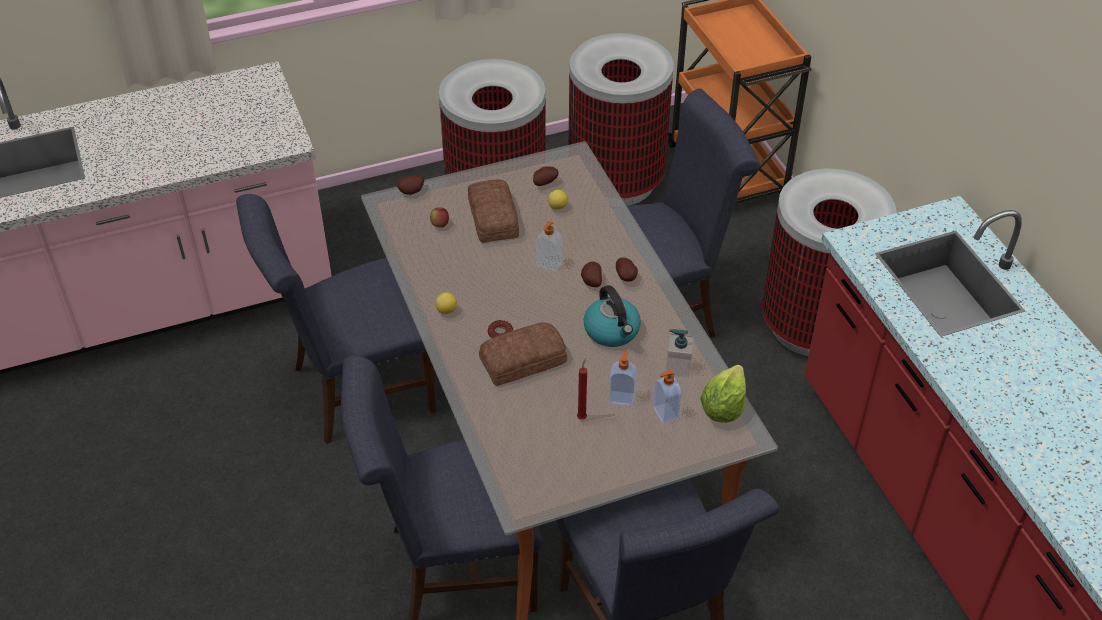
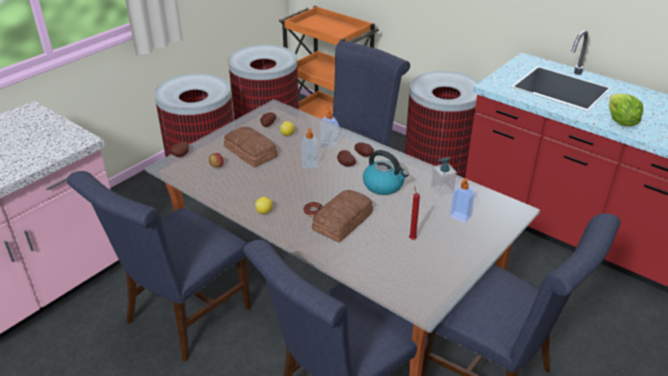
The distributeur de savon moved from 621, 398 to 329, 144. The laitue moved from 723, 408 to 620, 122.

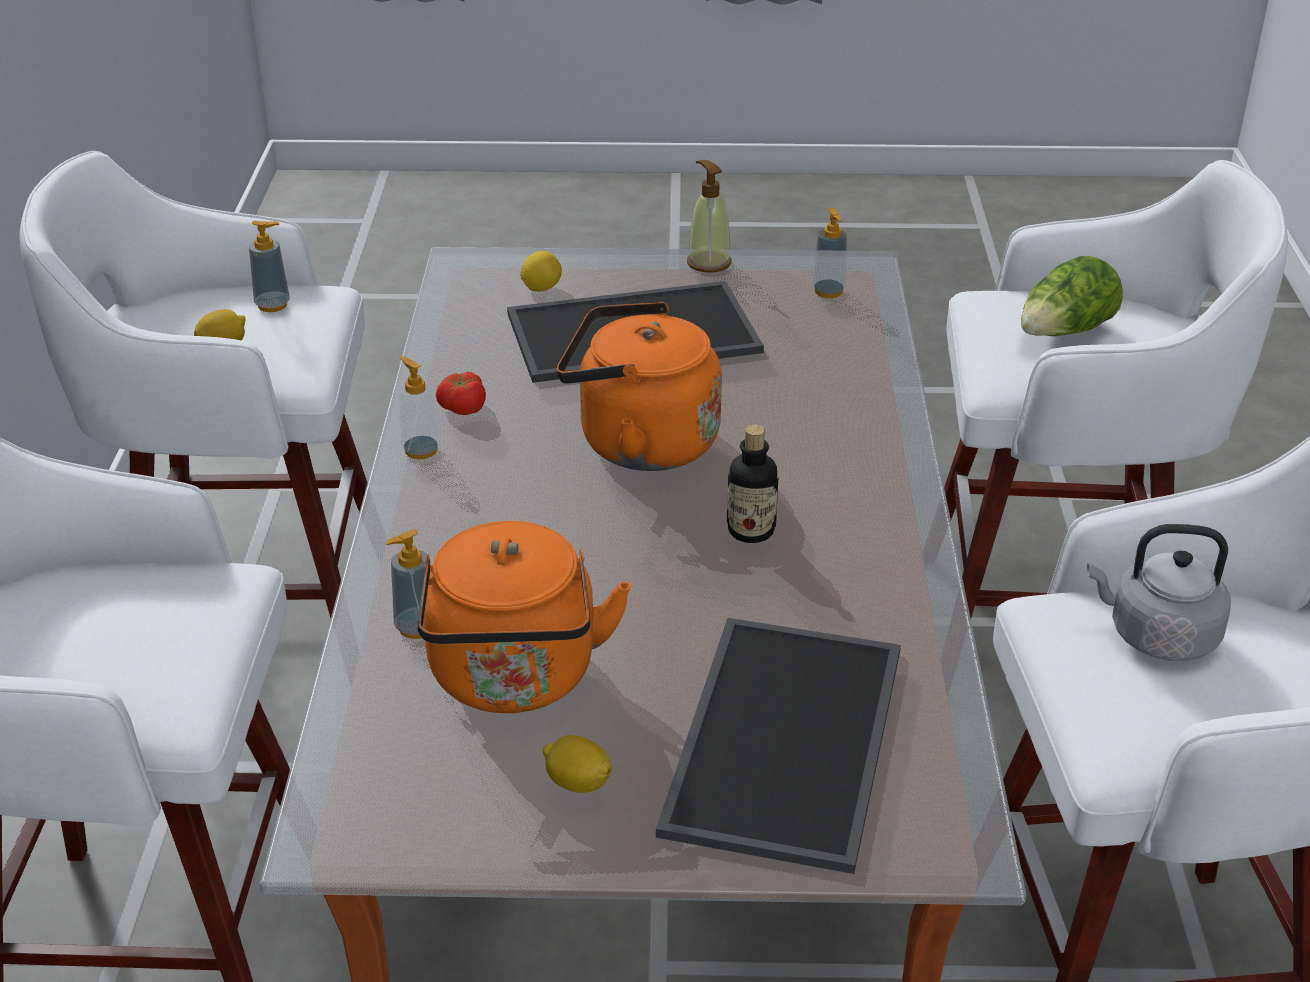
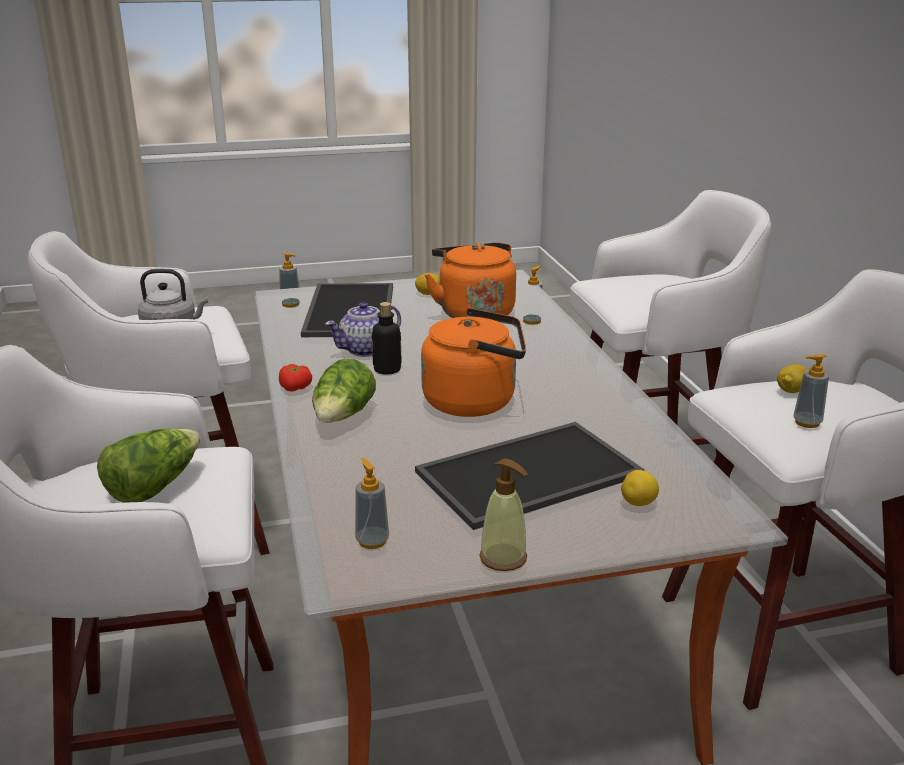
The distributeur de savon moved from 421, 450 to 290, 304. The tomate moved from 461, 408 to 296, 388. The théière at 366, 350 appeared. The laitue at 343, 417 appeared.

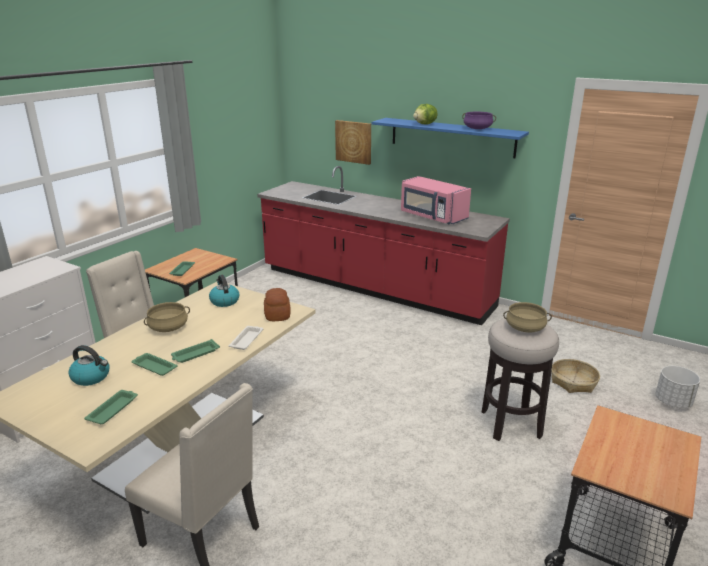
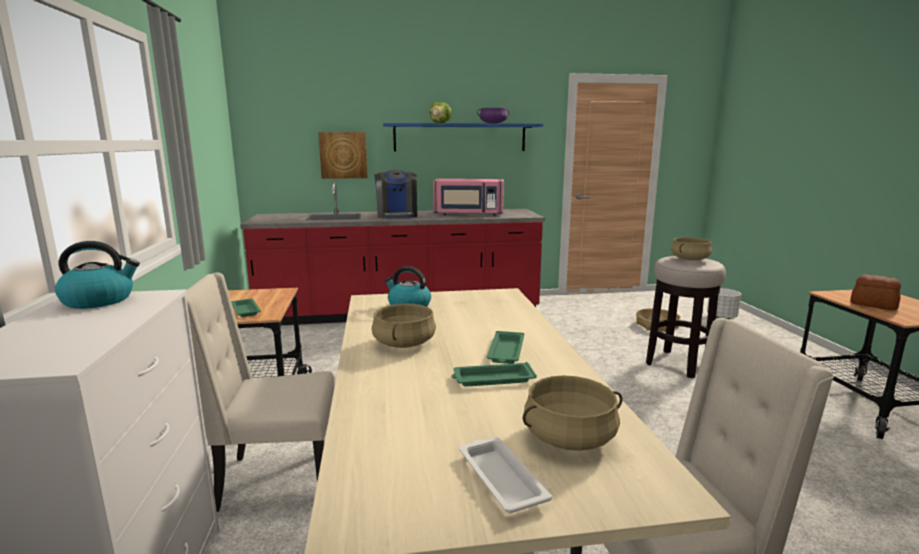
The pain moved from 278, 314 to 872, 305. The plateau (blanc) moved from 247, 340 to 500, 478. The bouilloire moved from 91, 377 to 100, 300. The plateau (vert) at 113, 409 was replaced by the marmite (beige) at 569, 438. The machine à café at 397, 216 appeared.

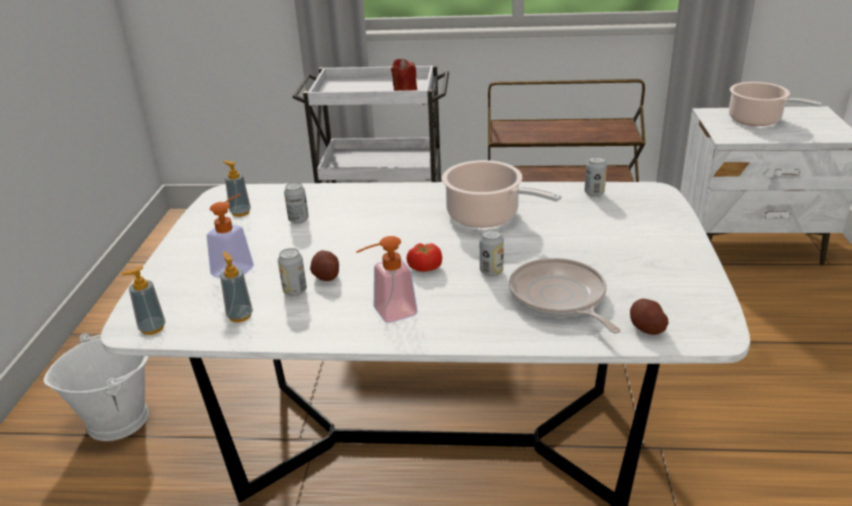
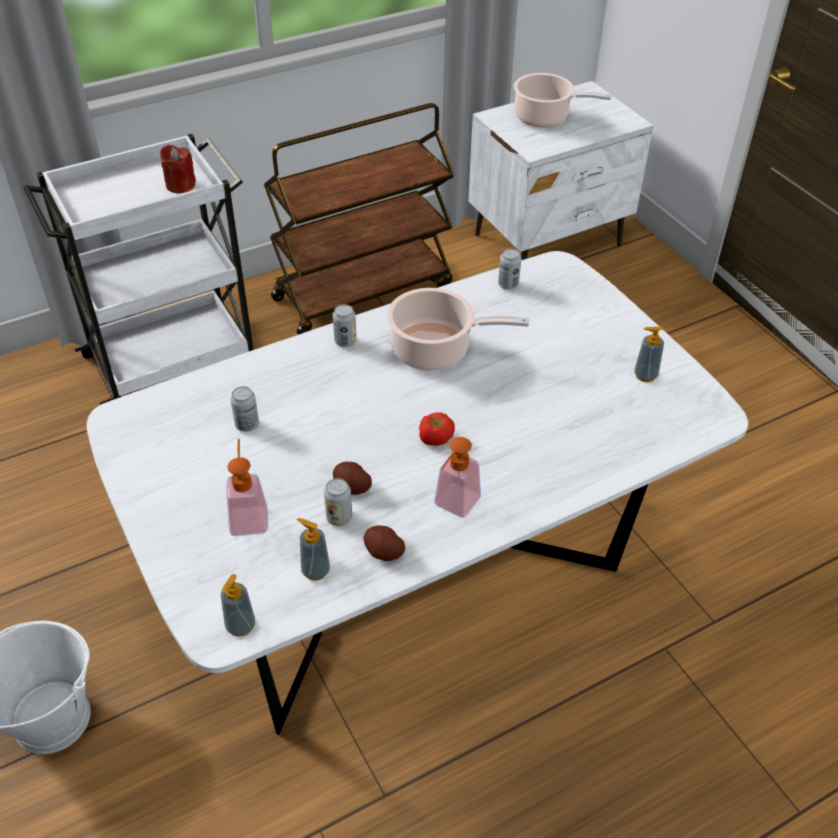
The distributeur de savon moved from 240, 212 to 645, 375. The boîte métallique moved from 491, 271 to 345, 341. The poêle at 559, 298 disappeared. The pomme de terre moved from 646, 328 to 384, 552.

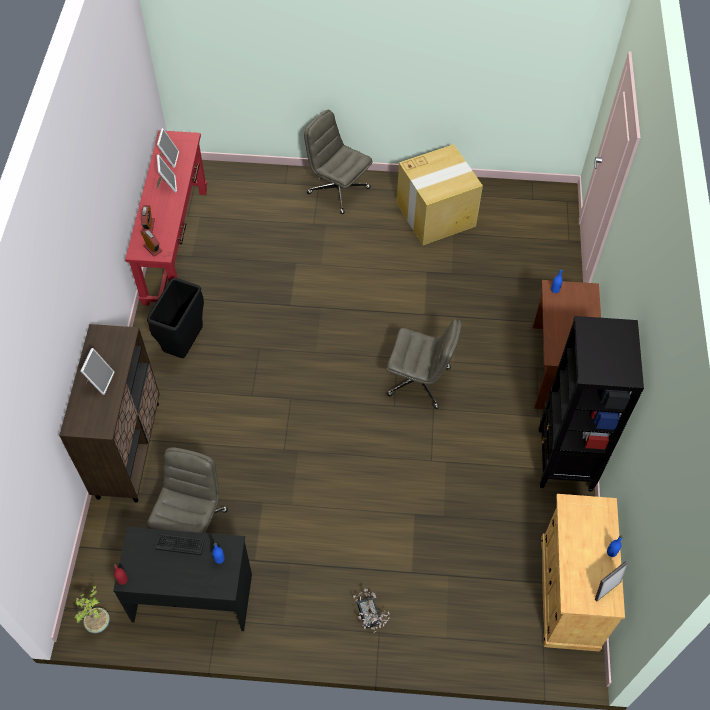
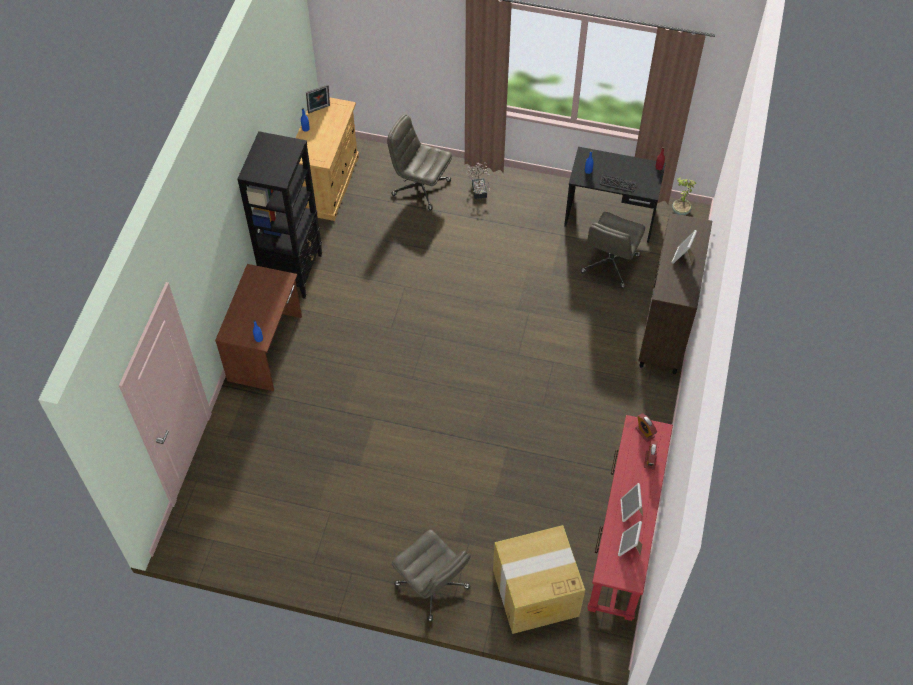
The carton moved from 436, 214 to 534, 593. The poubelle (noir) at 184, 345 disappeared. The chaise de bureau (gris) moved from 420, 381 to 420, 187.

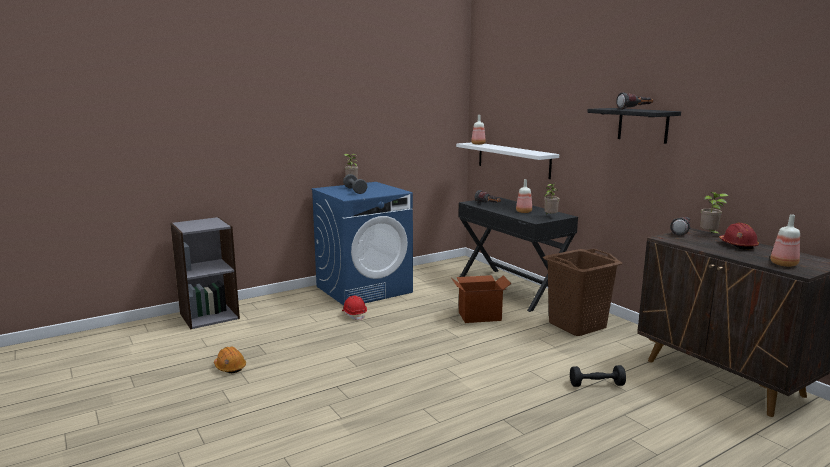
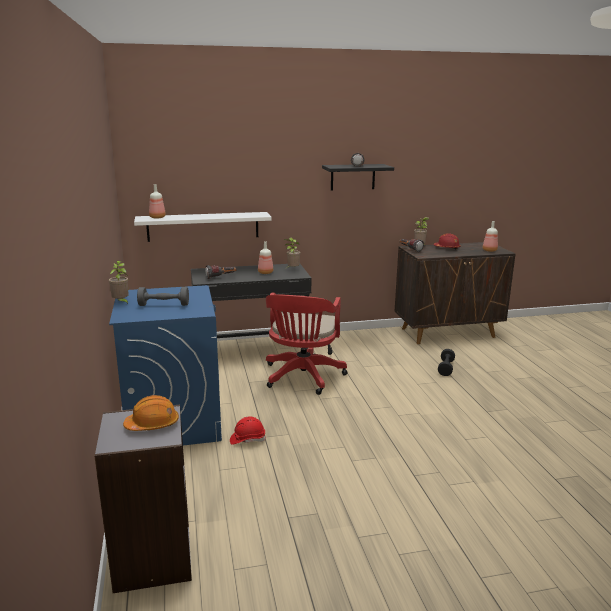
The panier à linge (marron) at 577, 325 disappeared. The carton at 479, 316 was replaced by the chaise de bureau (rouge) at 302, 378. The casque de chantier (orange) moved from 230, 367 to 152, 424.

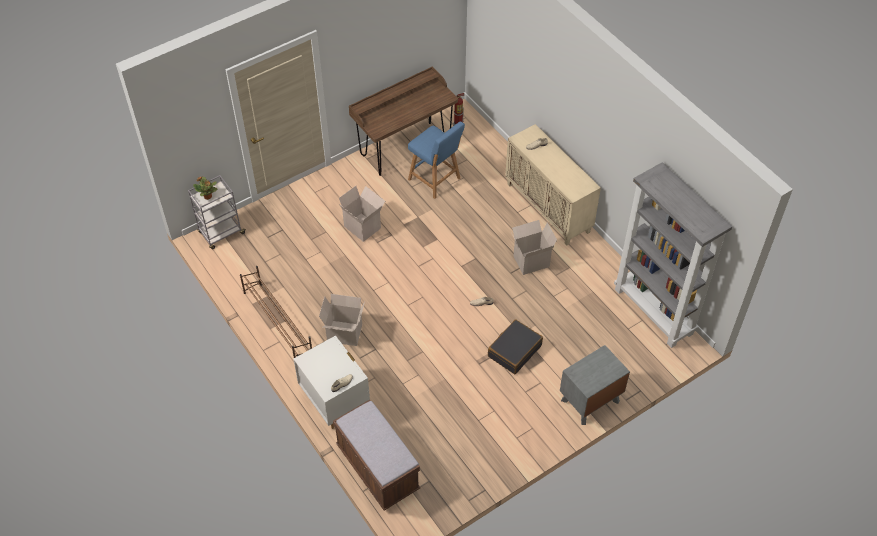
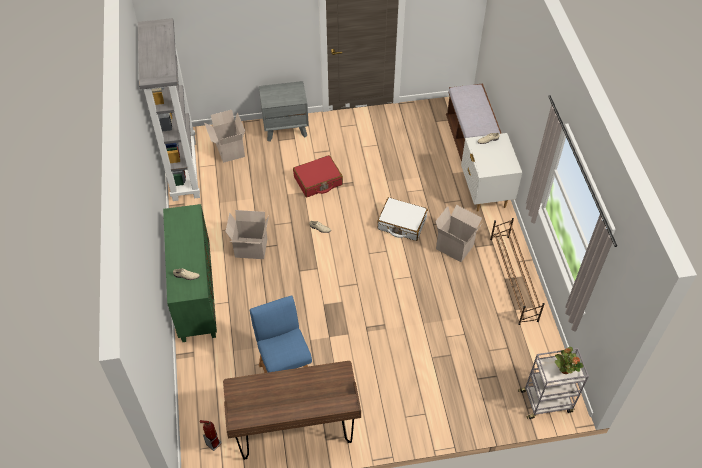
The meuble de rangement (beige) at 549, 208 became the meuble de rangement (vert) at 195, 294. The carton moved from 363, 227 to 229, 150. The valise (noir) at 514, 351 became the valise (rouge) at 318, 181. The valise (blanc) at 401, 224 appeared.

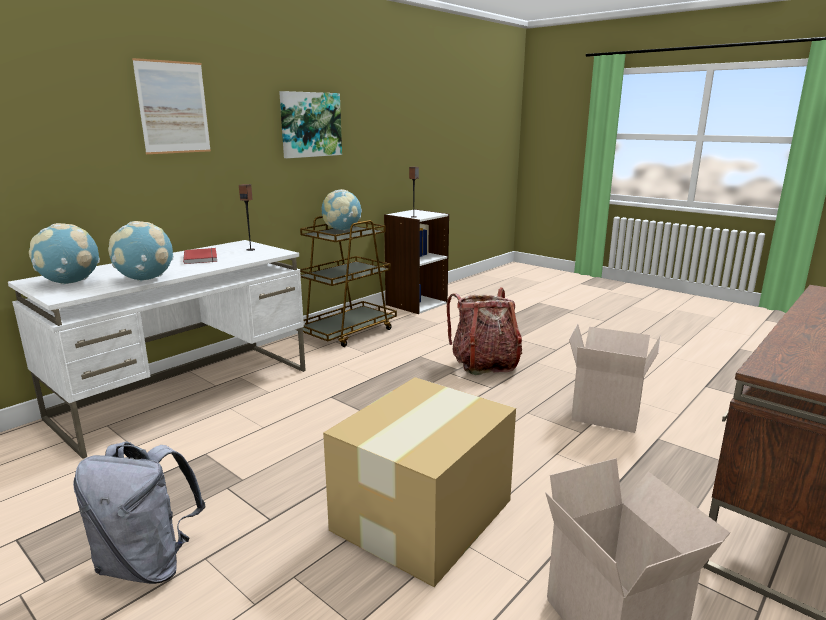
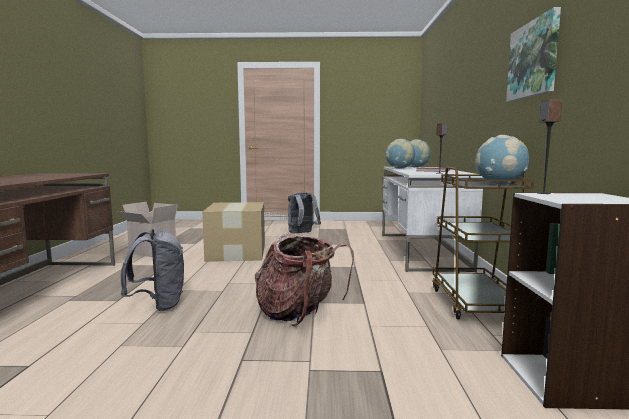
The tableau at 173, 107 disappeared. The carton at 607, 413 was replaced by the sac à dos (gris) at 158, 305.

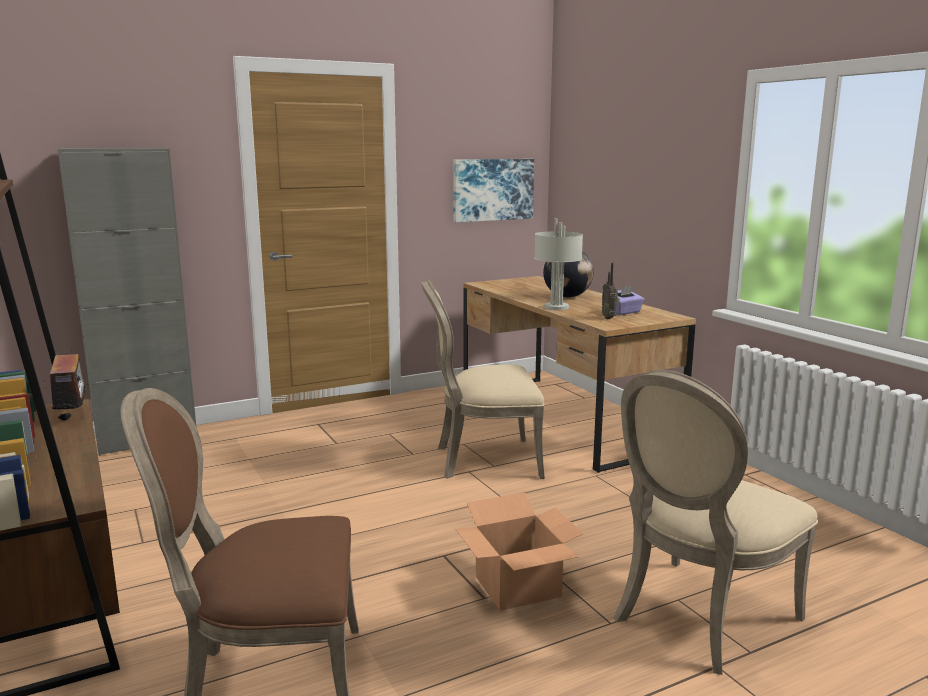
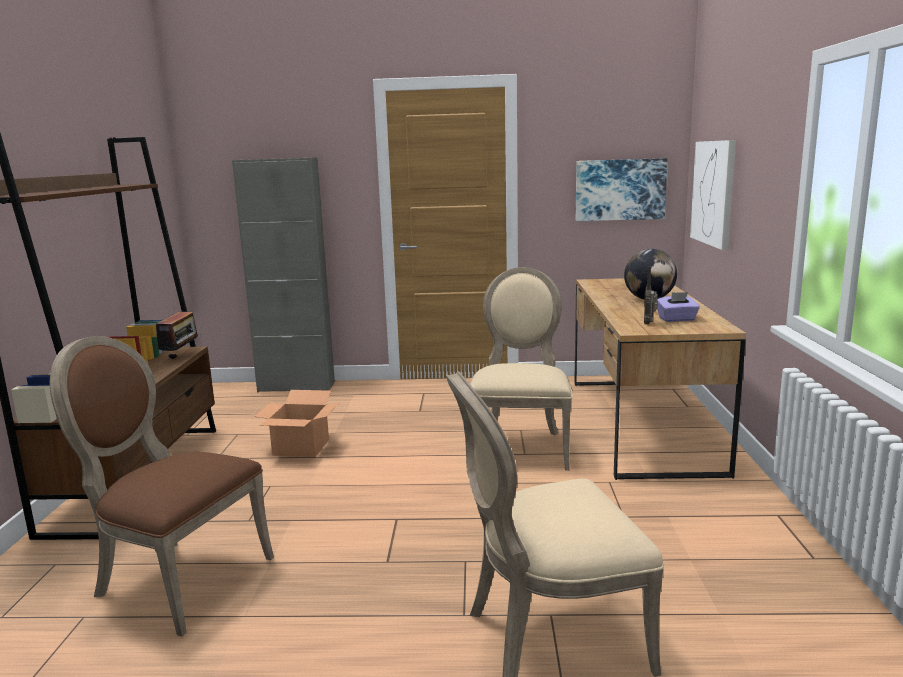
The lampe de table (gris) at 556, 307 disappeared. The chaise (beige) at 483, 460 turned 75 degrees clockwise. The carton moved from 518, 586 to 302, 447. The tableau at 714, 192 appeared.

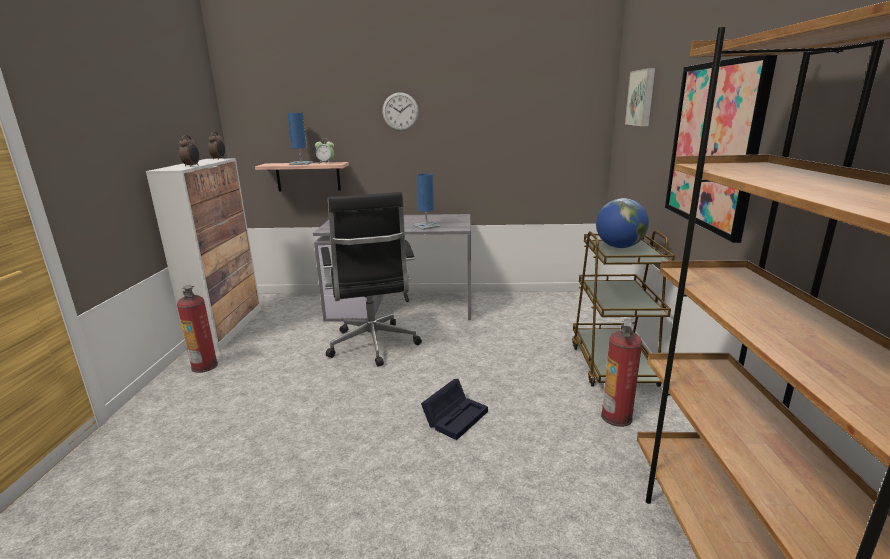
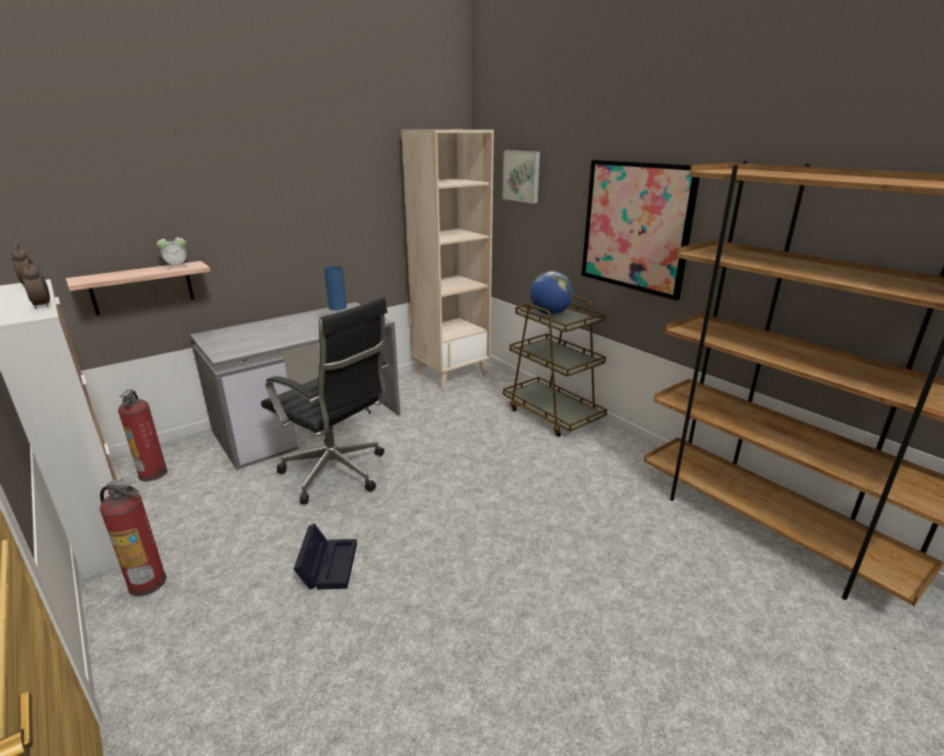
The horloge murale at 400, 111 disappeared. The lampe de table (bleu) at 301, 163 disappeared. The extincteur moved from 617, 417 to 153, 473. The boîte de rangement (noir) moved from 456, 416 to 328, 564. The bibliothèque (beige) at 451, 373 appeared.

